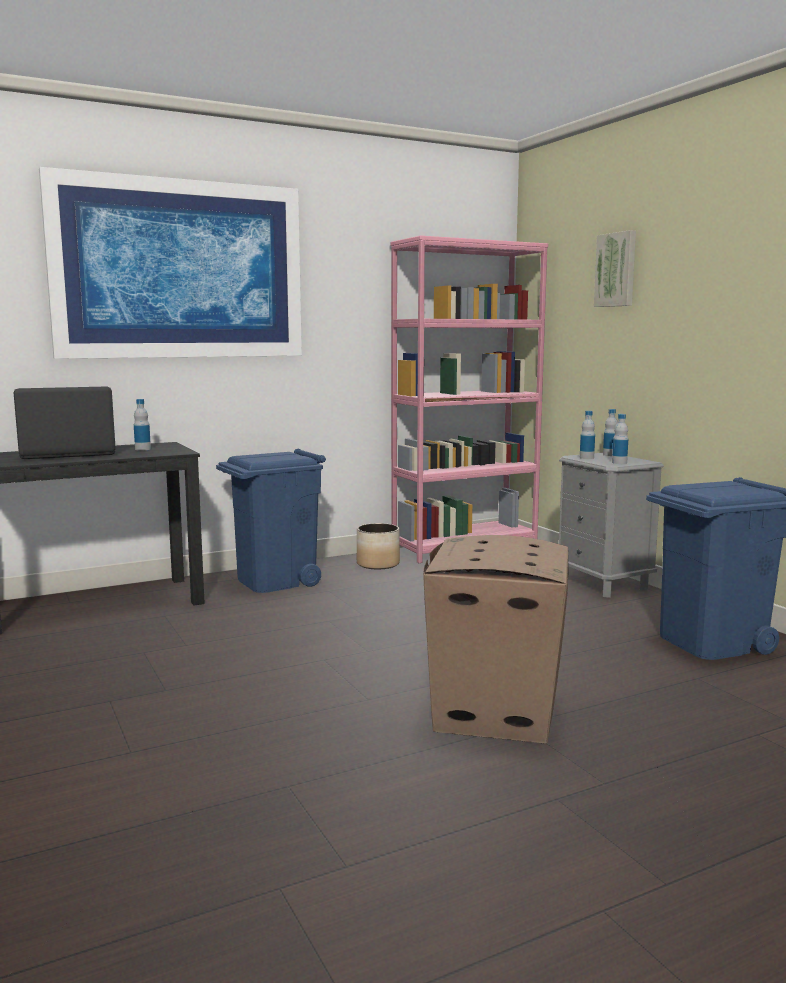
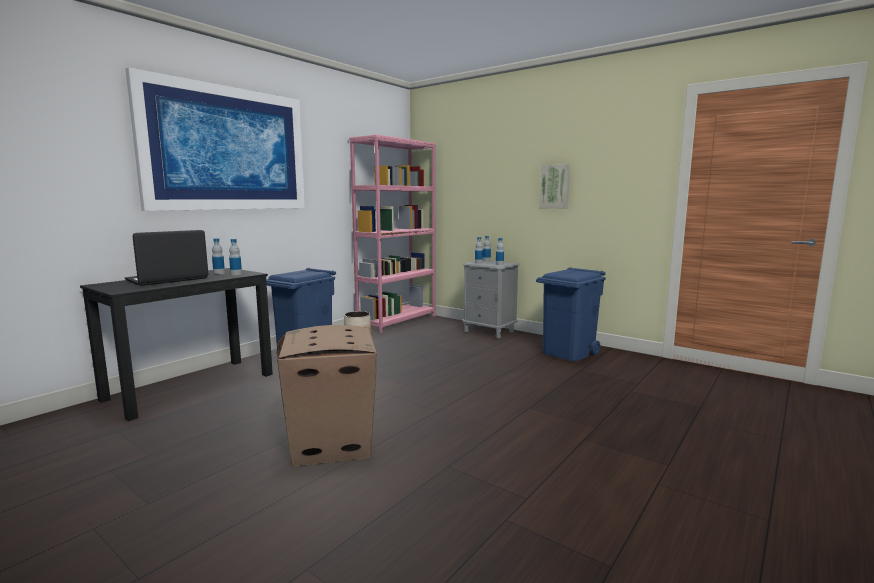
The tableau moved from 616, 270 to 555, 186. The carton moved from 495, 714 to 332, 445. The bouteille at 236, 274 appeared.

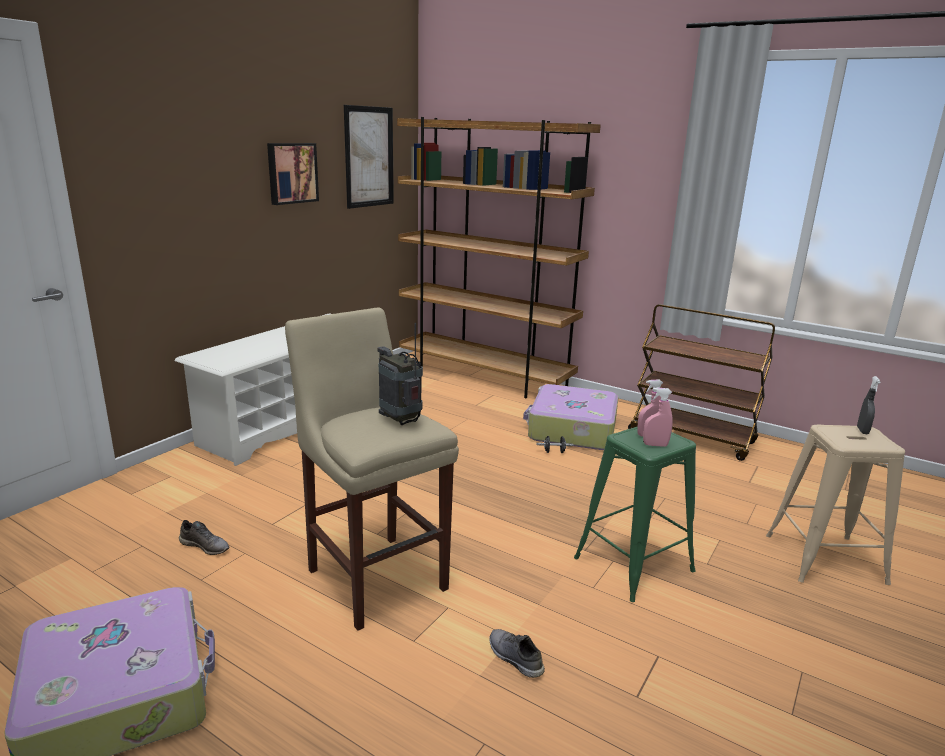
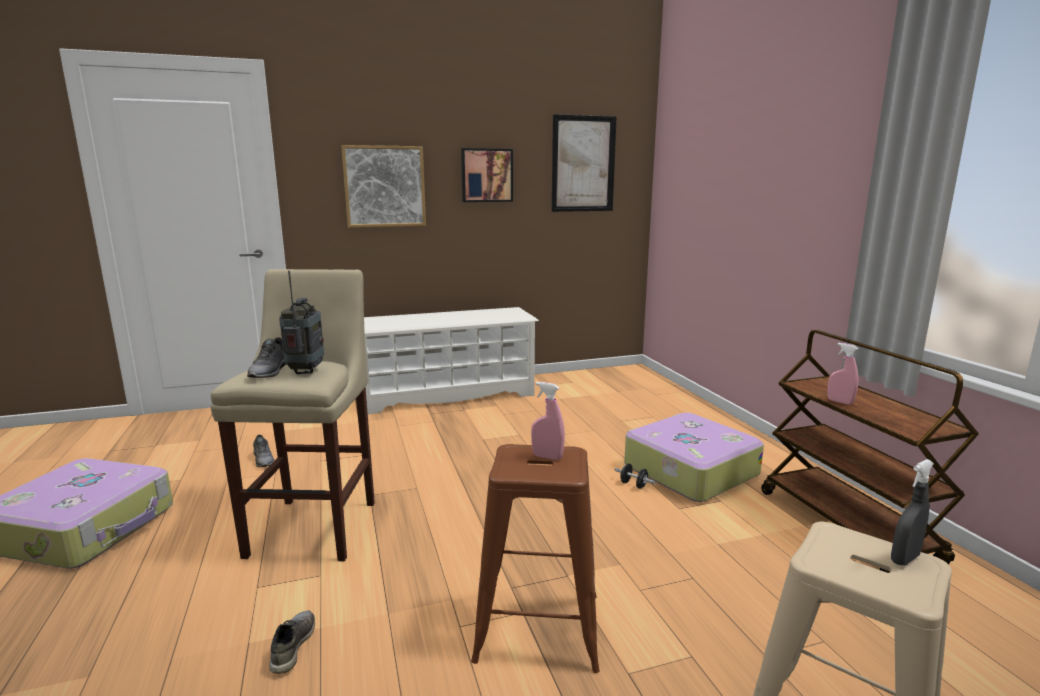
The bibliothèque (marron) at 484, 376 disappeared. The vaporisateur (rose) moved from 655, 445 to 840, 402. The tabouret (vert) at 633, 564 became the tabouret (marron) at 537, 627. The tableau at 384, 186 appeared. The chaussure (gris) at 270, 371 appeared.

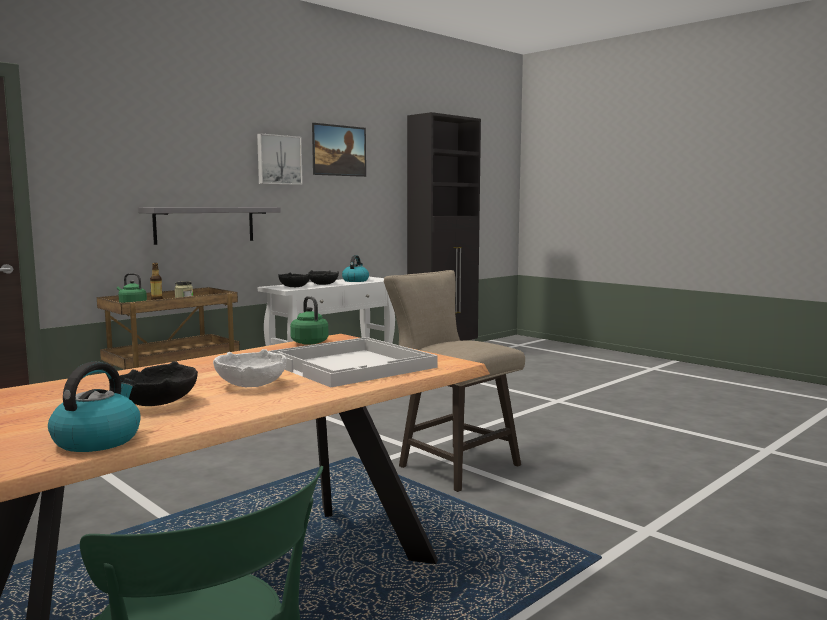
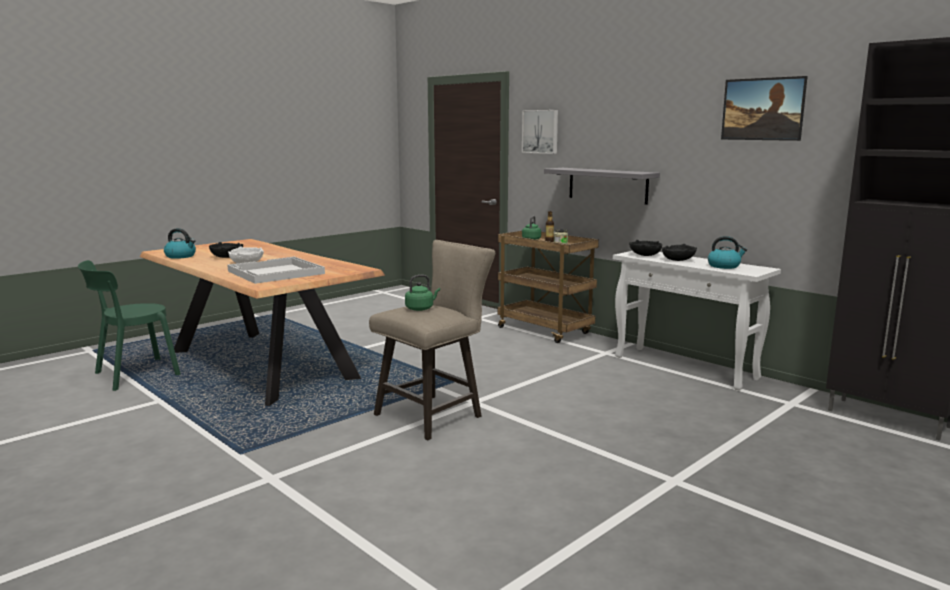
The tableau moved from 278, 160 to 541, 131. The bouilloire (vert) moved from 308, 342 to 421, 308.

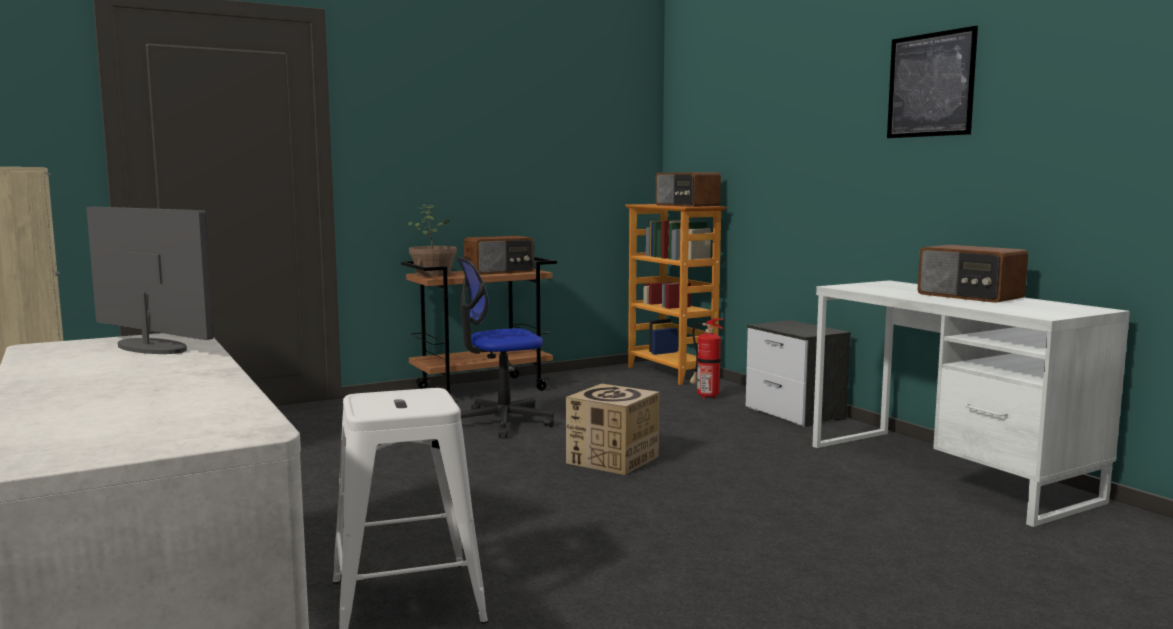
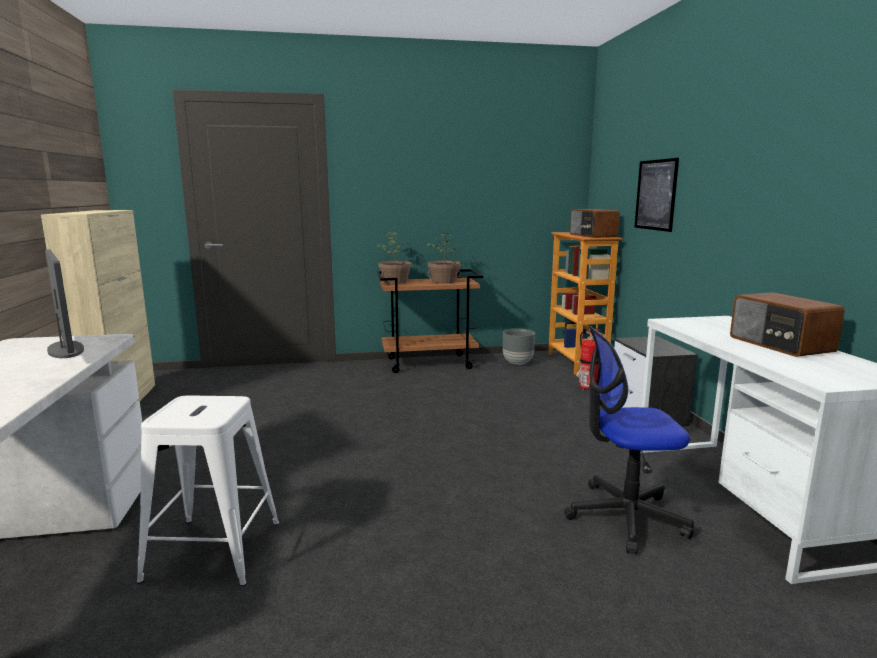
The tableau moved from 930, 85 to 656, 195. The radio at 500, 271 was replaced by the plante en pot at 444, 281. The chaise de bureau moved from 501, 422 to 625, 517. The carton at 612, 460 disappeared. The cache-pot (gris) at 518, 363 appeared.

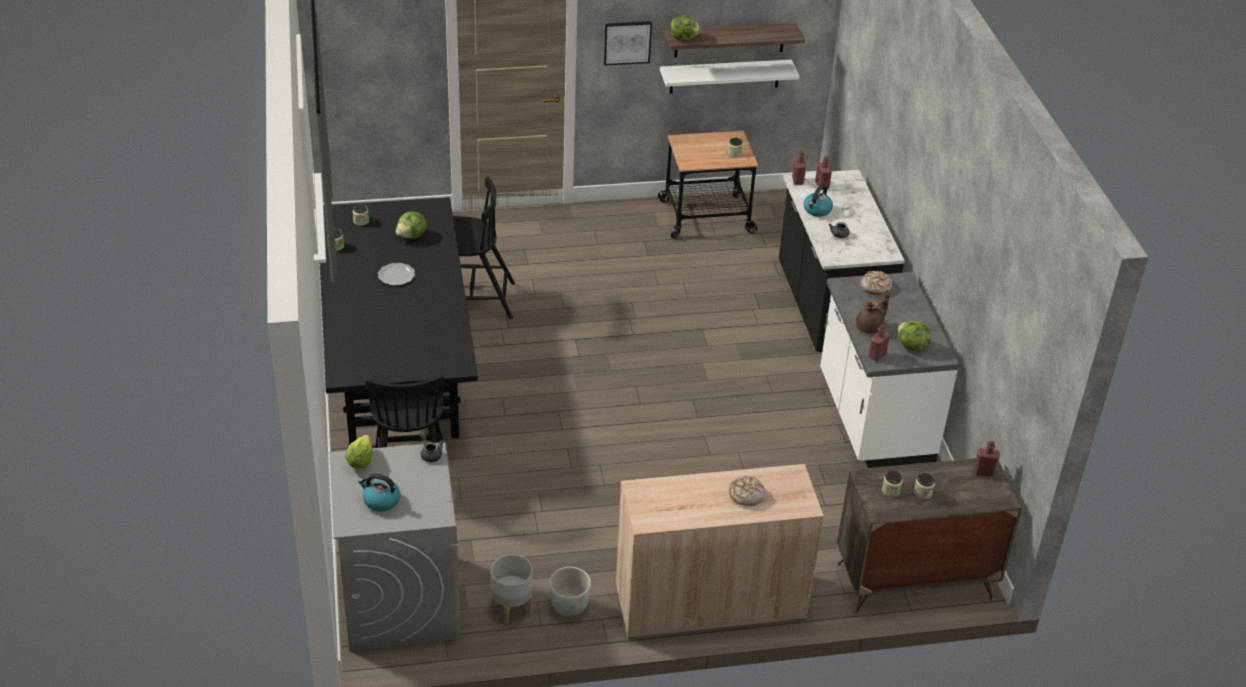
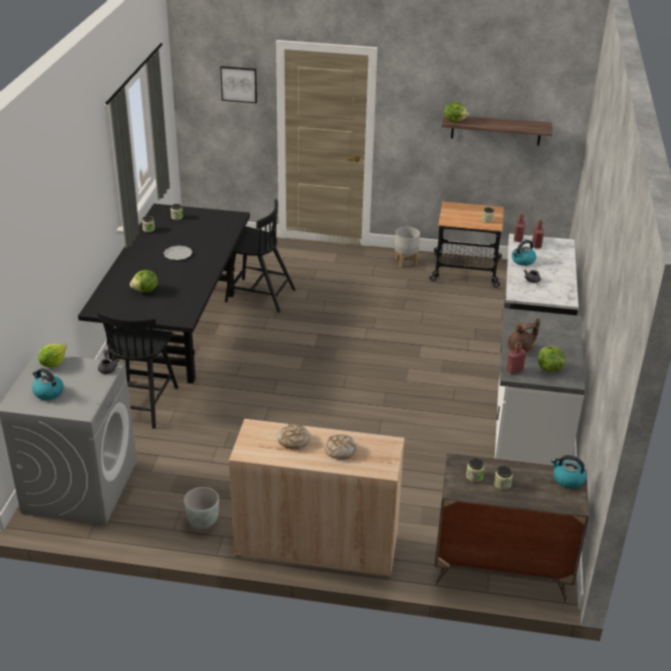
The tableau moved from 627, 42 to 239, 84. The étagère (blanc) at 724, 76 disappeared. The laitue moved from 412, 236 to 145, 291. The pain moved from 875, 287 to 293, 440. The bouteille (rouge) at 984, 472 was replaced by the bouilloire at 567, 480. The cache-pot (gris) moved from 512, 608 to 406, 261.

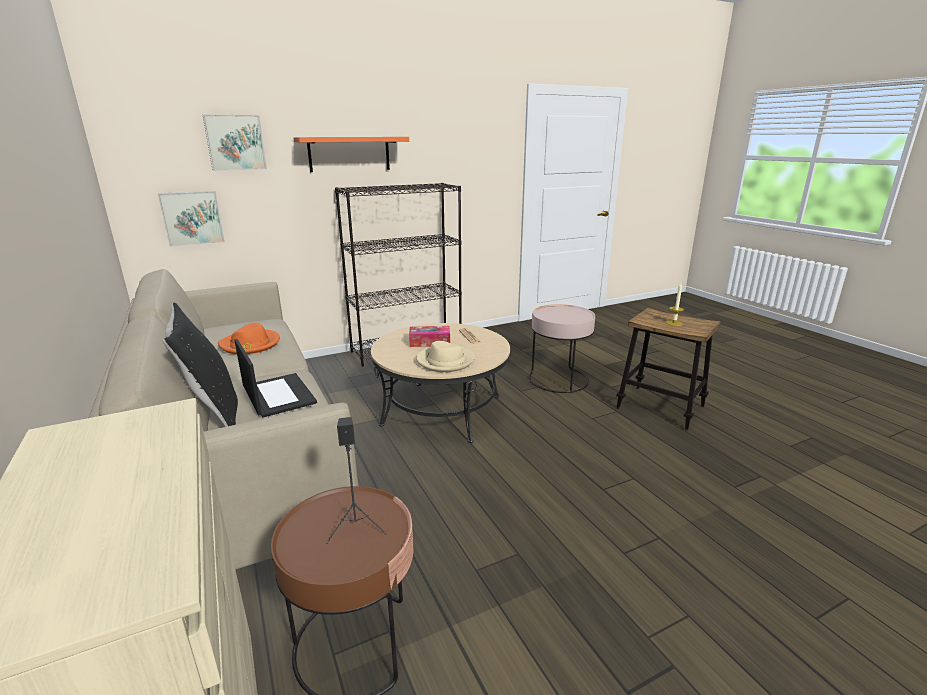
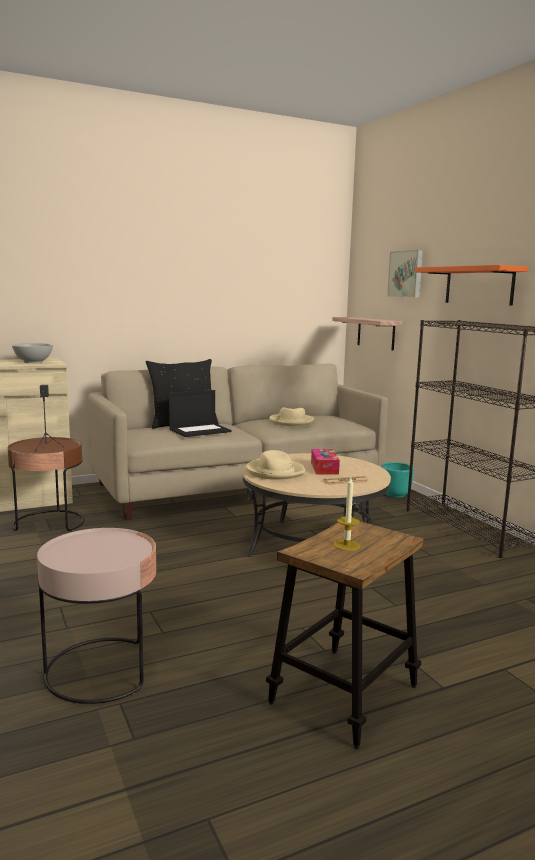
The tableau at 192, 218 was replaced by the étagère at 376, 333. The table d'appoint (rose) moved from 558, 379 to 101, 669. The chapeau (orange) at 250, 345 became the chapeau (beige) at 291, 422. The bol (blanc) at 33, 362 appeared. The cache-pot (turquoise) at 395, 494 appeared.

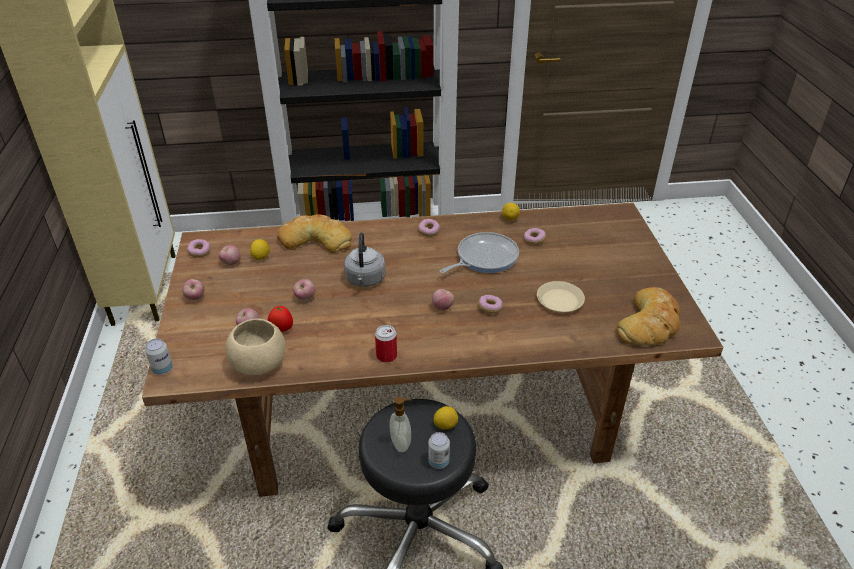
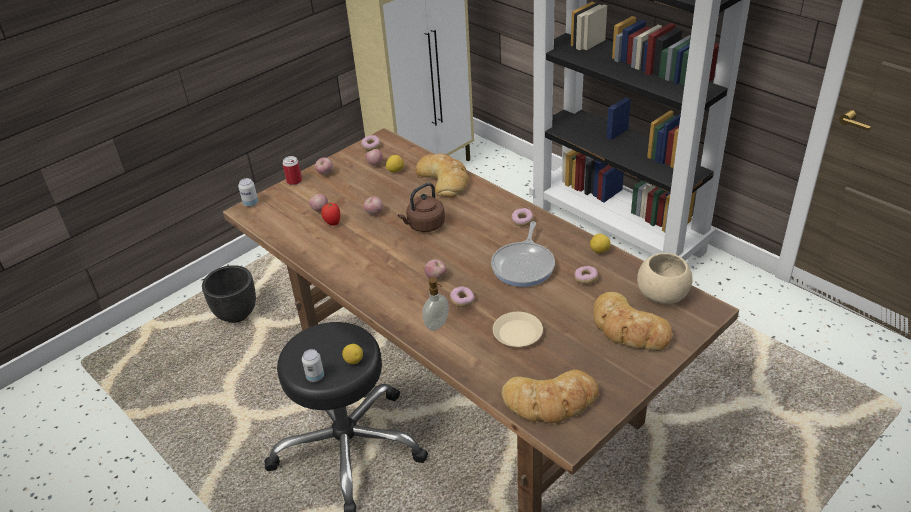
The bouilloire (gris) at 365, 280 became the bouilloire (marron) at 424, 226. The poêle at 484, 258 turned 90 degrees clockwise. The bol (beige) moved from 258, 364 to 662, 294. The boîte métallique moved from 386, 356 to 294, 181. The distributeur de savon moved from 401, 443 to 437, 325. The cache-pot (noir) at 237, 314 appeared. The pain at 628, 329 appeared.

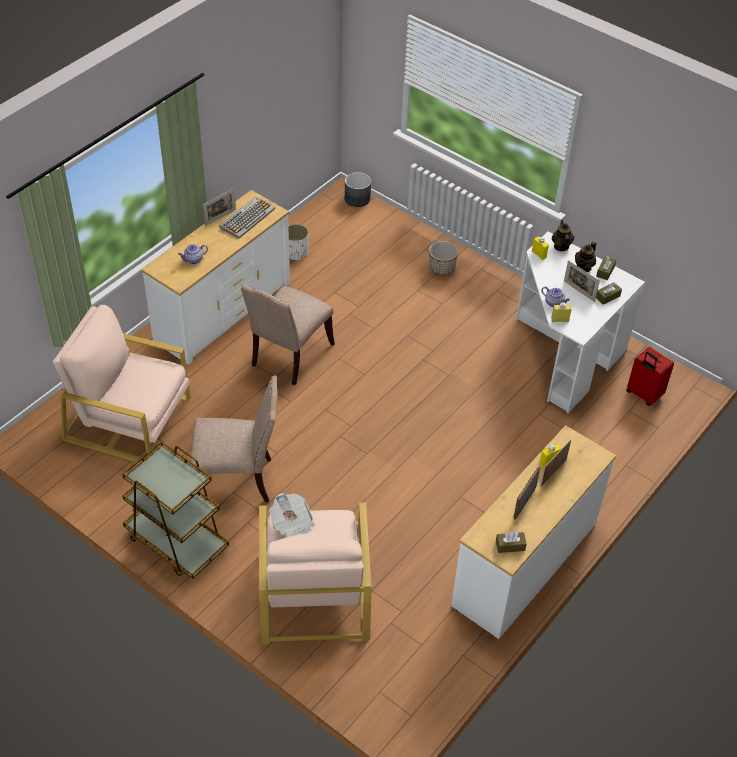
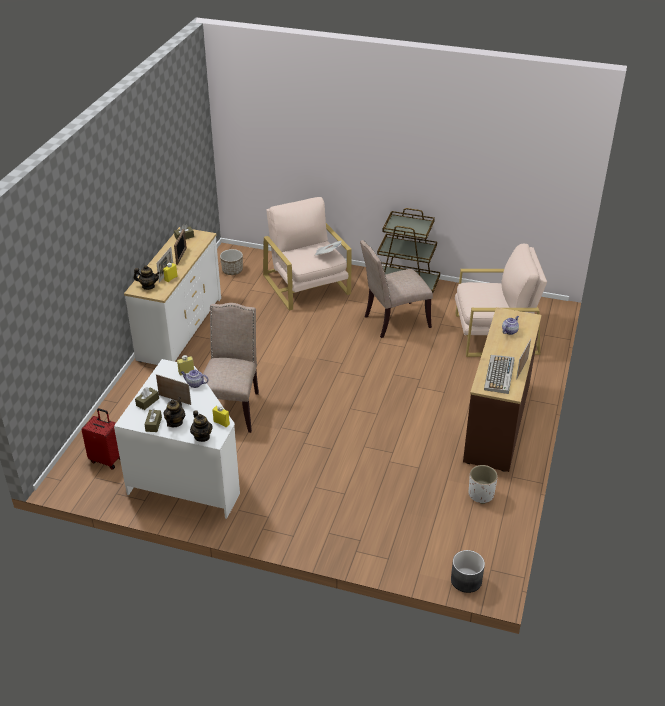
The commode (blanc) at 222, 312 became the commode (marron) at 498, 421. The cache-pot moved from 442, 268 to 232, 271. The chaise (beige) moved from 289, 356 to 232, 407. The théière at 148, 286 appeared.

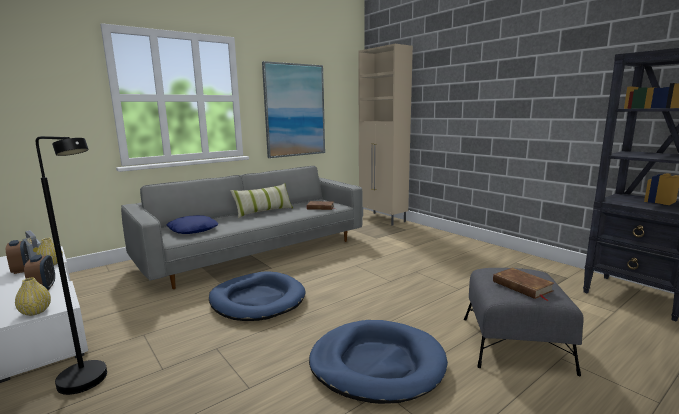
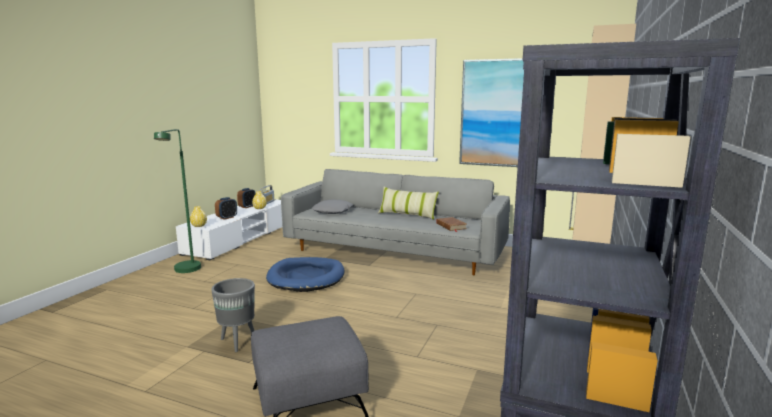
The lampadaire (noir) at 91, 383 became the lampadaire (vert) at 185, 271. The coussin (bleu) at 193, 230 became the coussin (gris) at 333, 211. The livre (marron) at 522, 286 disappeared. The panier pour chien (bleu) at 377, 364 was replaced by the cache-pot (gris) at 237, 342.

